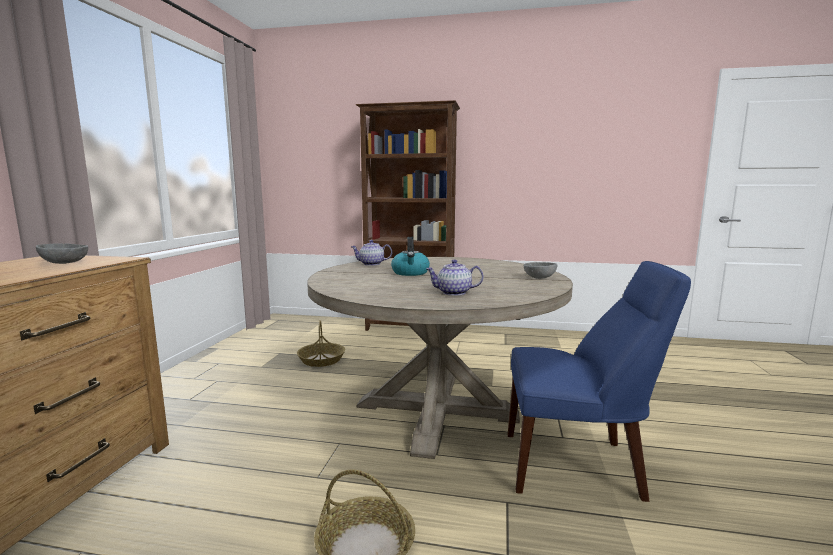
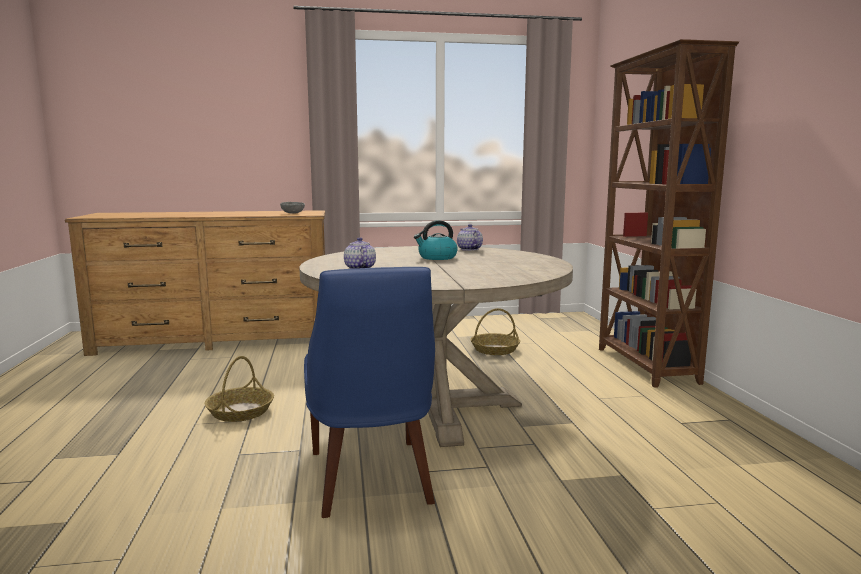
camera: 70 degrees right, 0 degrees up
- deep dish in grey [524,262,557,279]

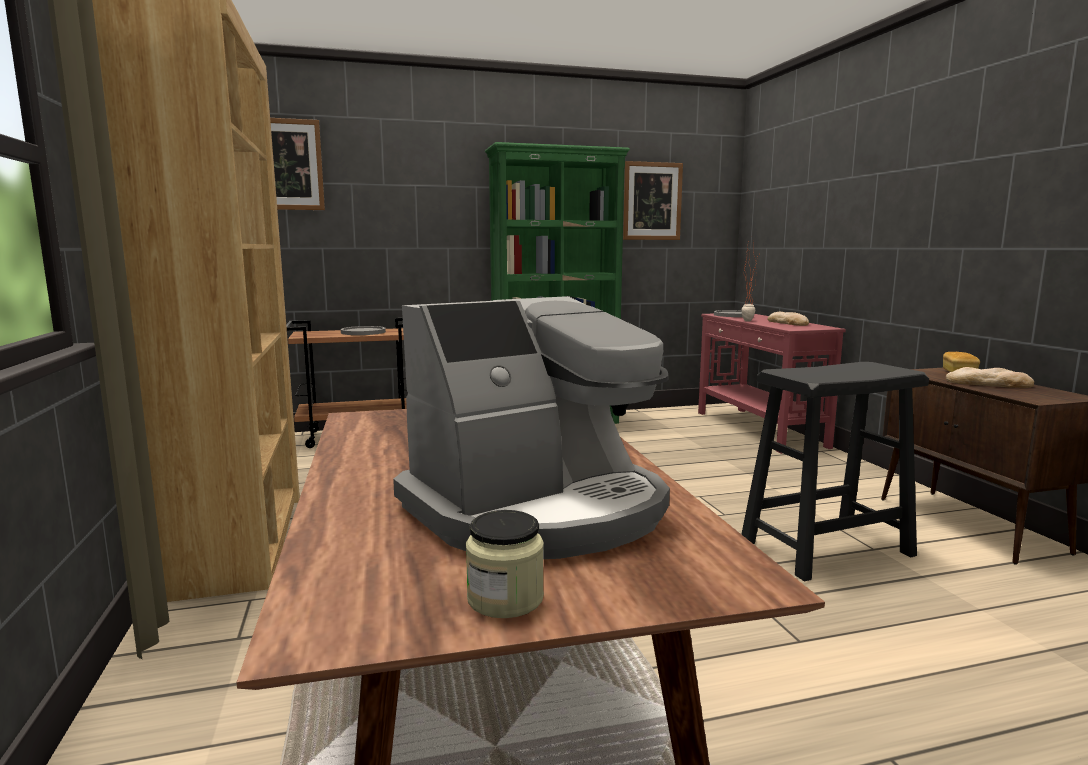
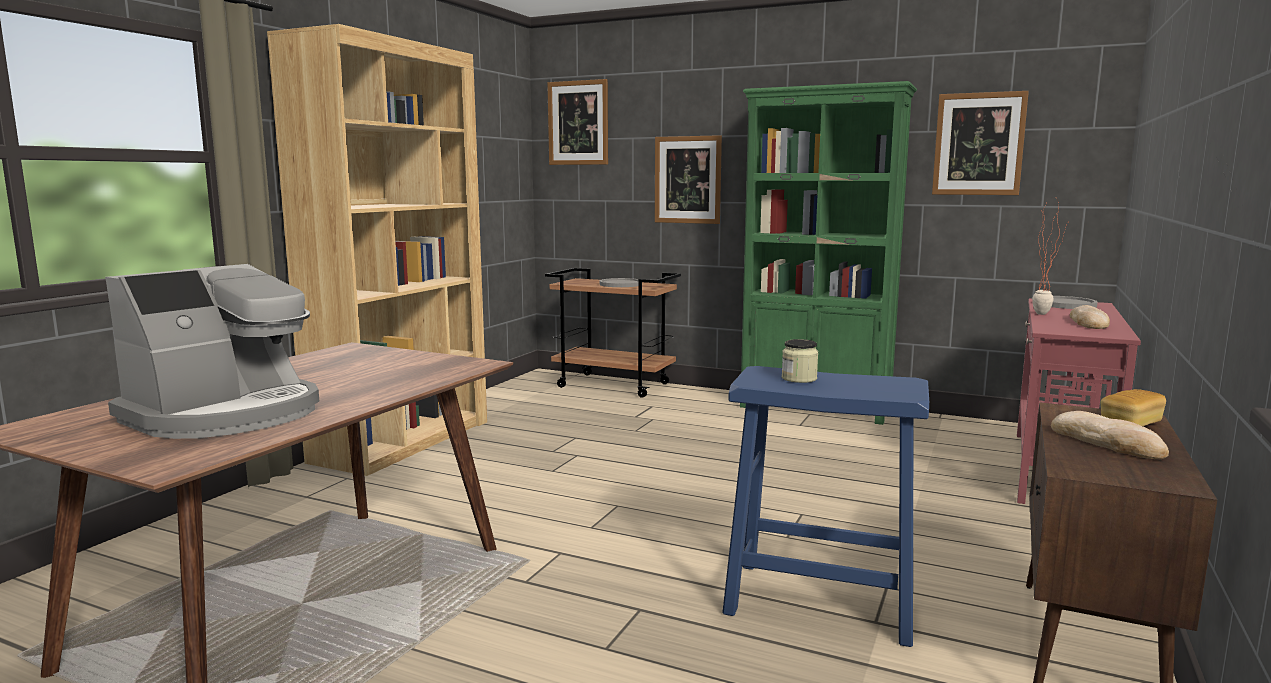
camera: 40 degrees right, 0 degrees up
~ coffee machine [393,296,670,559] = [105,264,319,439] 60 degrees counterclockwise
~ stool seat in black-coloured [741,362,929,581] to stool seat in blue-coloured [722,366,929,647]
~ preserve jar [466,510,544,618] to [782,339,818,383]
+ wall picture [655,135,722,224]

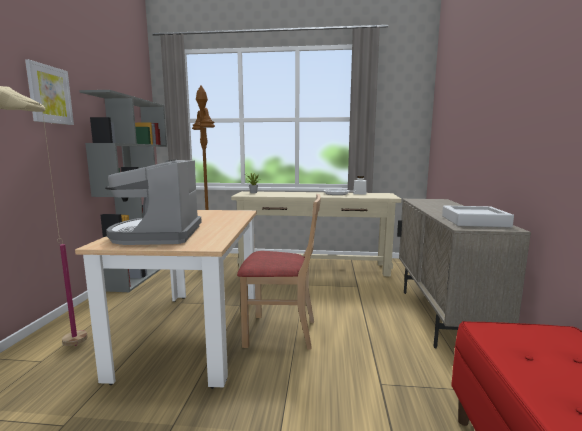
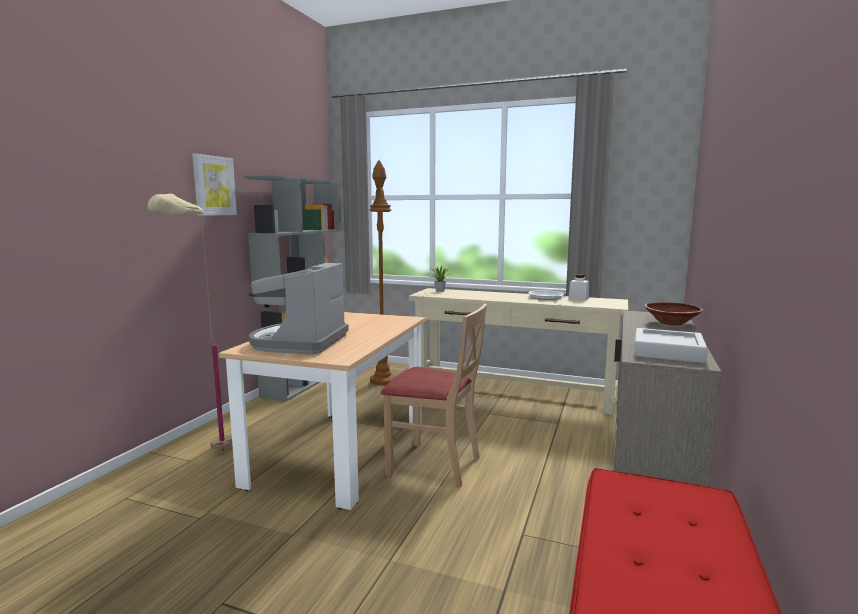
camera: 15 degrees right, 0 degrees up
+ deep dish in brown [644,302,703,326]

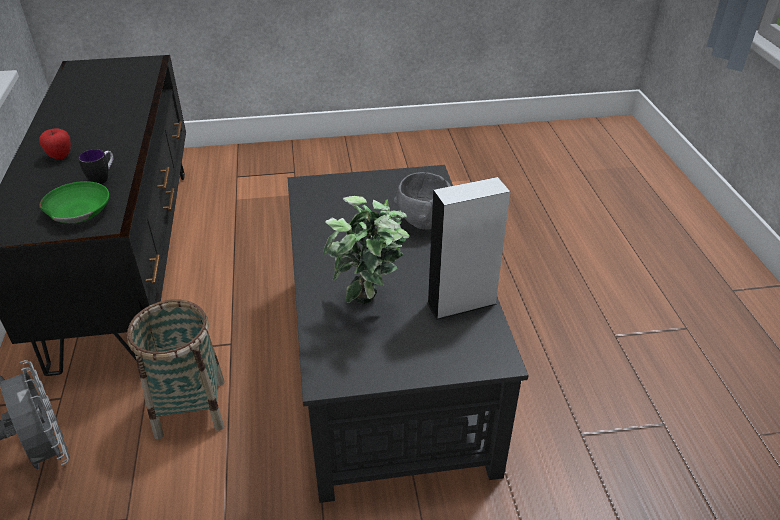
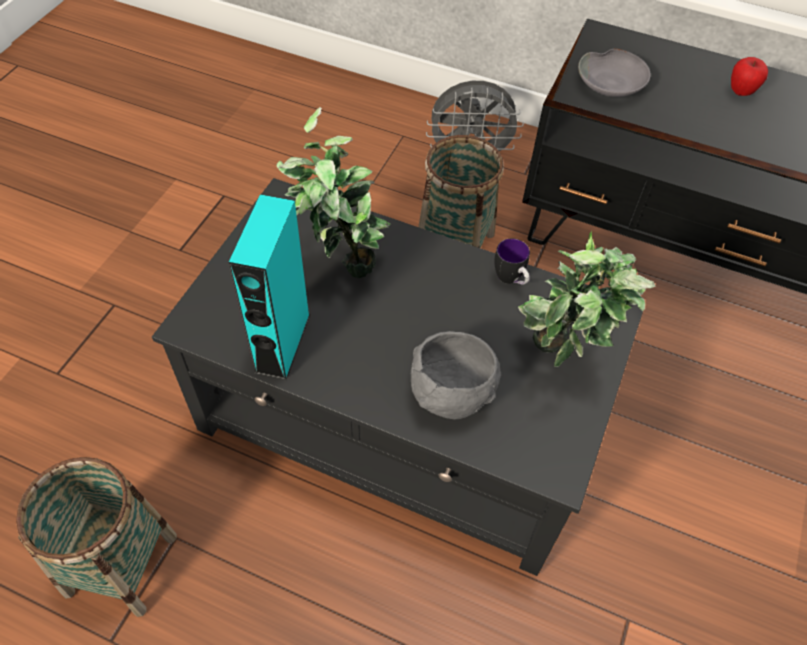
camera: 120 degrees right, 15 degrees up
~ coffee mug [78,149,114,184] to [494,238,530,285]
~ audio speaker in grey [427,177,510,320] to audio speaker in blue-green [229,194,310,380]
~ deep dish in green [39,181,109,223] to deep dish in grey [578,49,651,97]
+ plant in a pot [518,231,656,367]
+ basket [16,457,177,617]

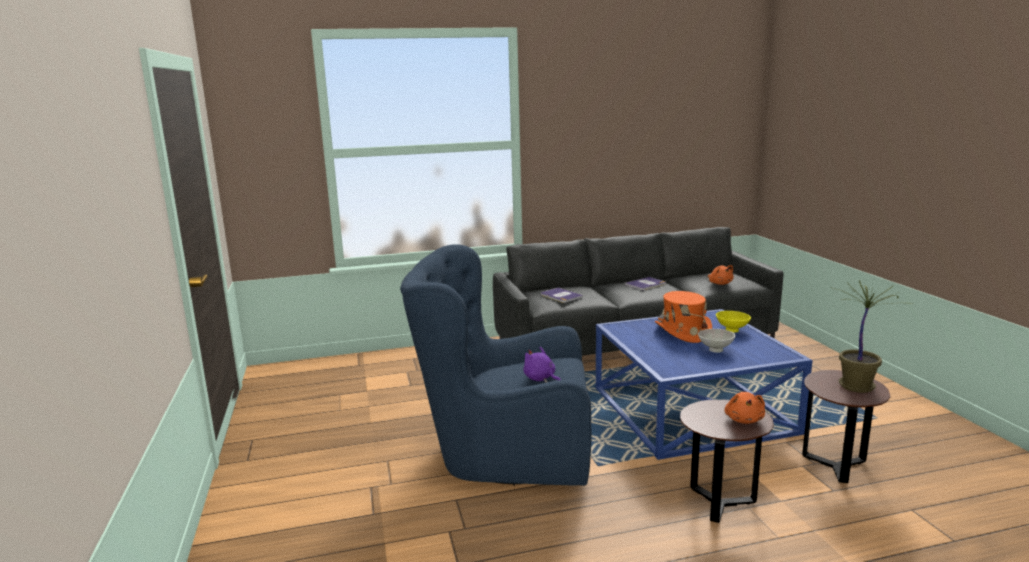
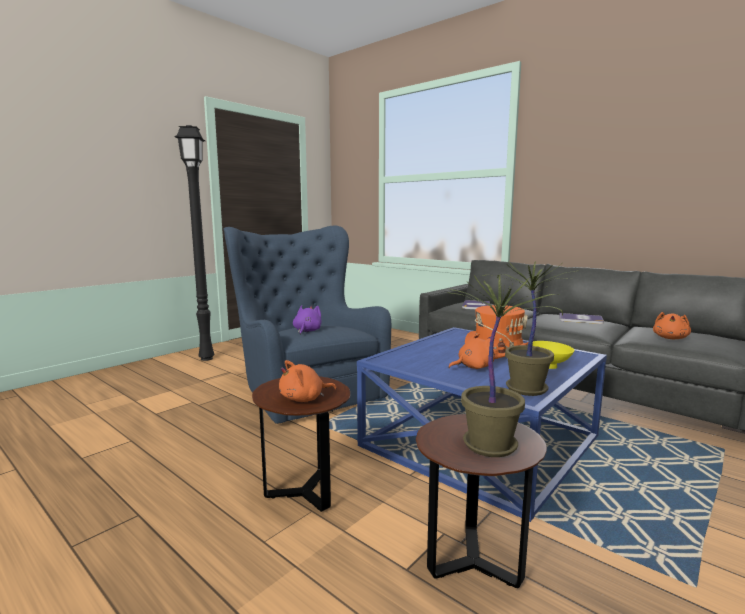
camera: 55 degrees right, 5 degrees down
~ deep dish in whitish [698,329,736,353] to cuddly toy in orange-coloured [448,333,495,369]
+ floor lamp in black-coloured [174,125,215,361]
+ plant in a pot [482,261,578,396]

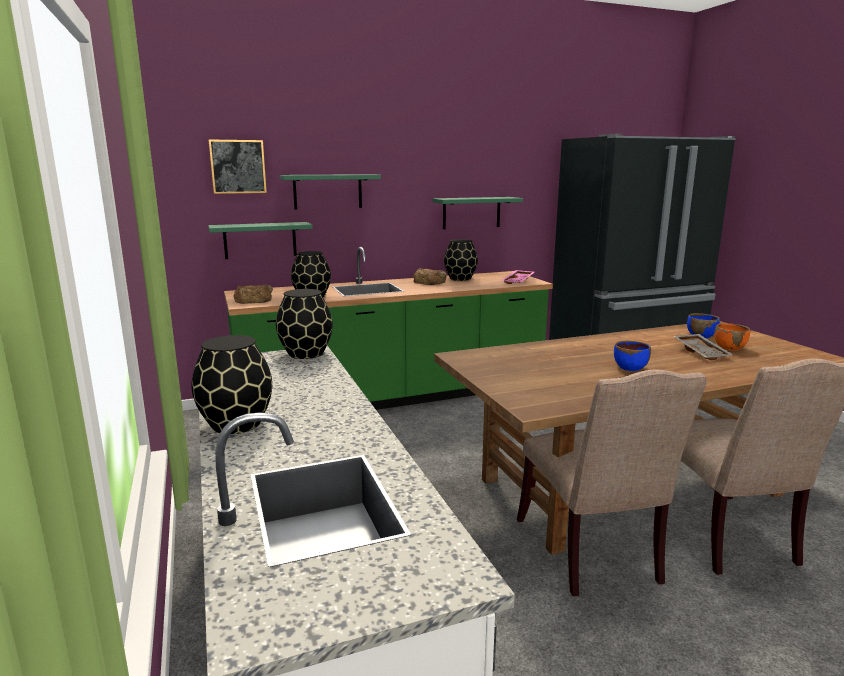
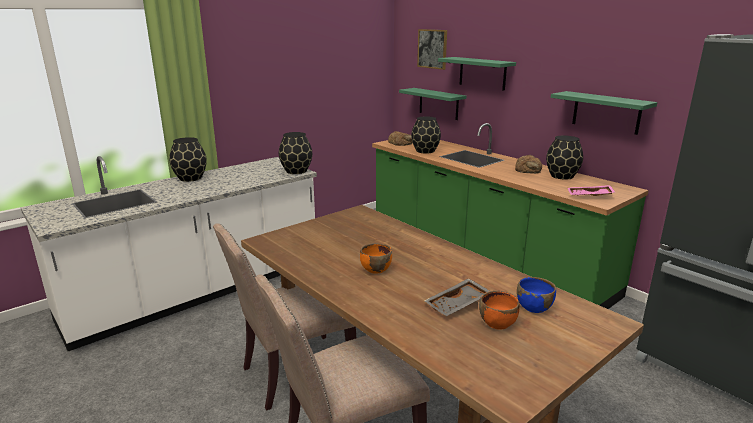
camera: 70 degrees right, 5 degrees up
~ deep dish in blue-coloured [614,340,651,371] to deep dish in orange-coloured [360,243,392,274]

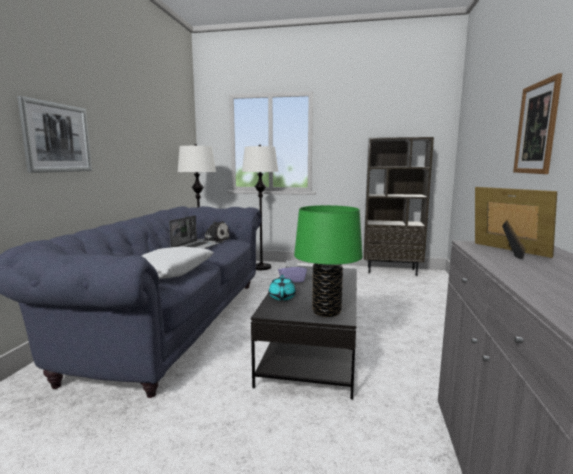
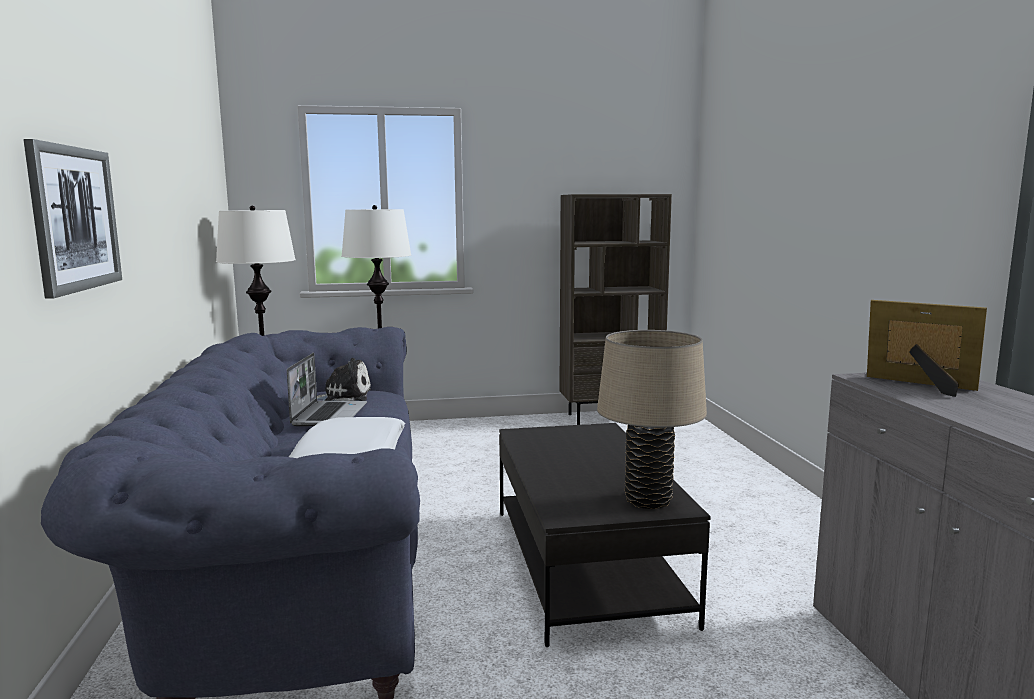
camera: 20 degrees left, 0 degrees up
- wall picture [513,73,562,174]
~ tabletop lamp in green [294,205,363,317] to tabletop lamp in beige [597,330,707,509]
- tissue box in purple [278,260,307,283]
- teapot in blue-green [268,274,296,300]

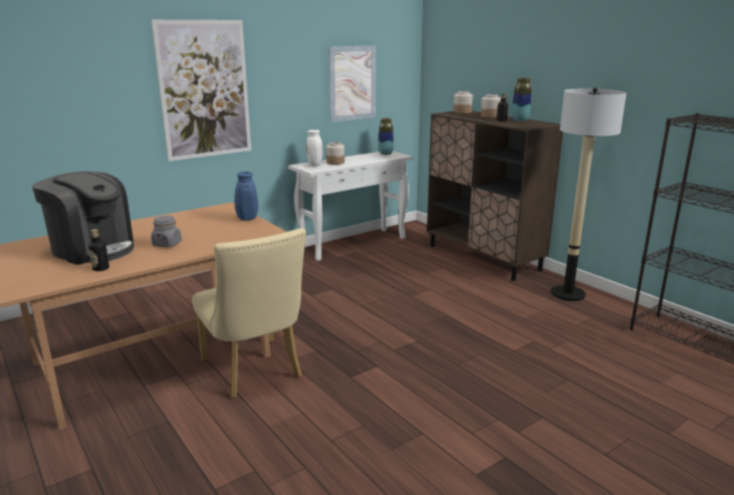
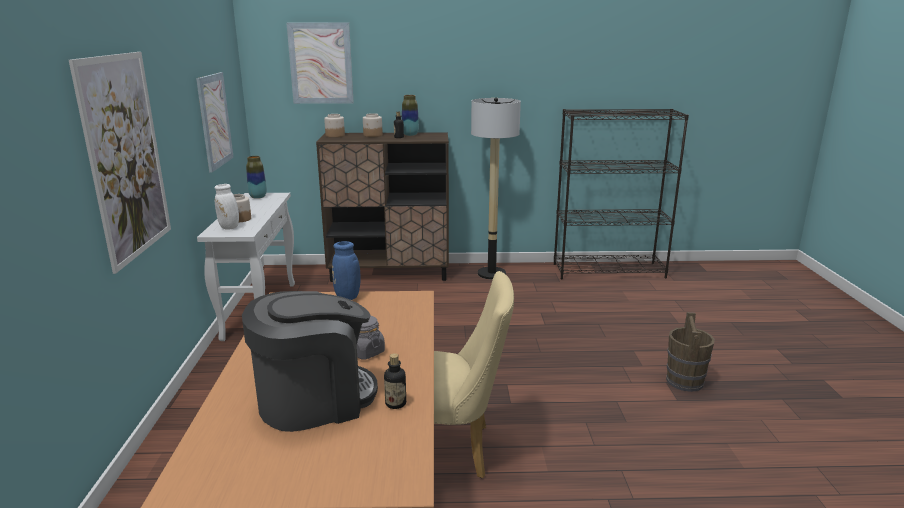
camera: 55 degrees left, 0 degrees up
+ wall picture [286,23,354,104]
+ bucket in brown [666,312,715,392]

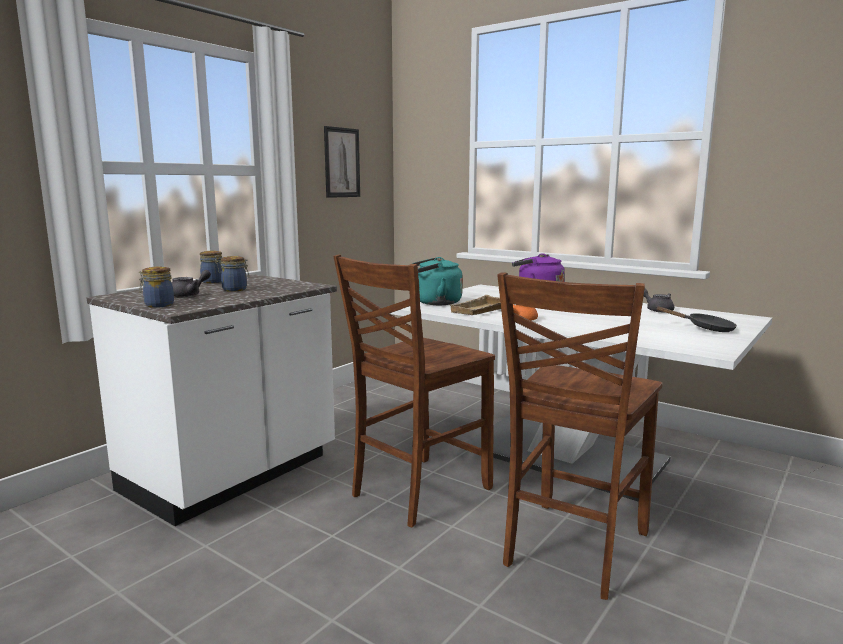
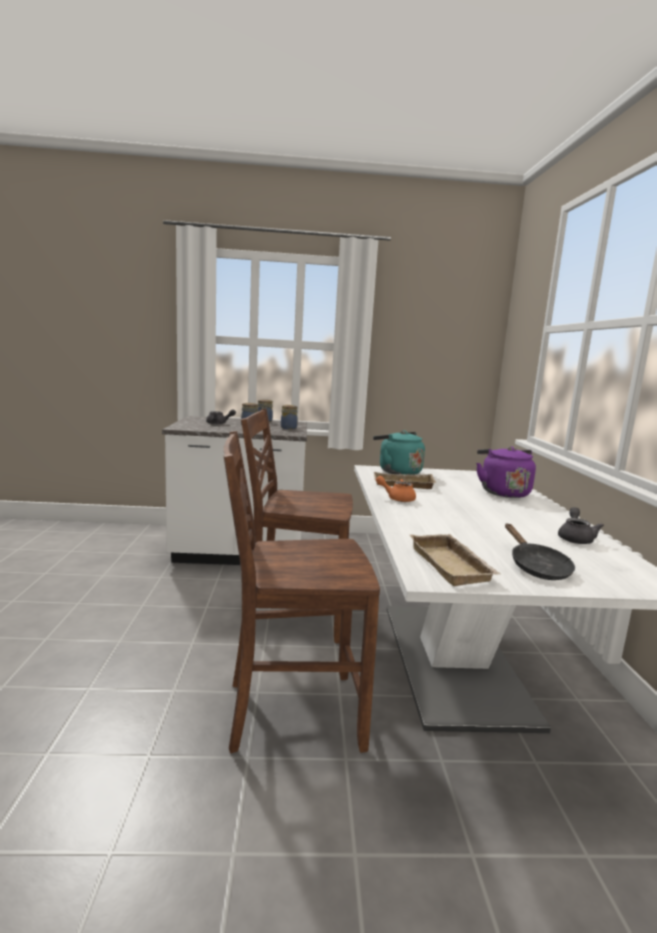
camera: 50 degrees right, 0 degrees up
- wall picture [324,126,360,198]
~ preserve jar [139,267,174,308] to [281,405,298,429]
+ tray in beige [410,534,500,586]

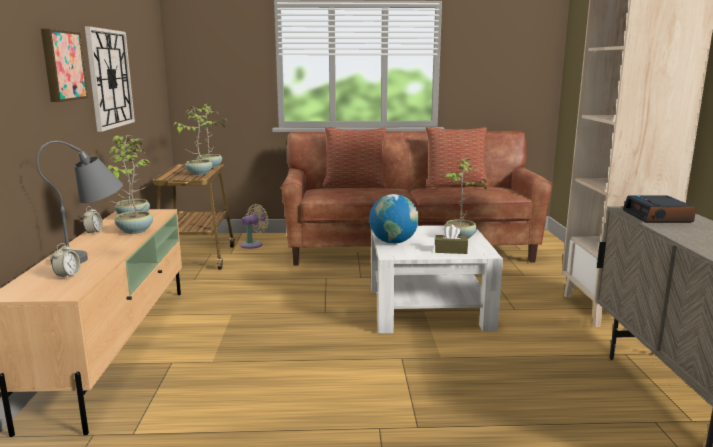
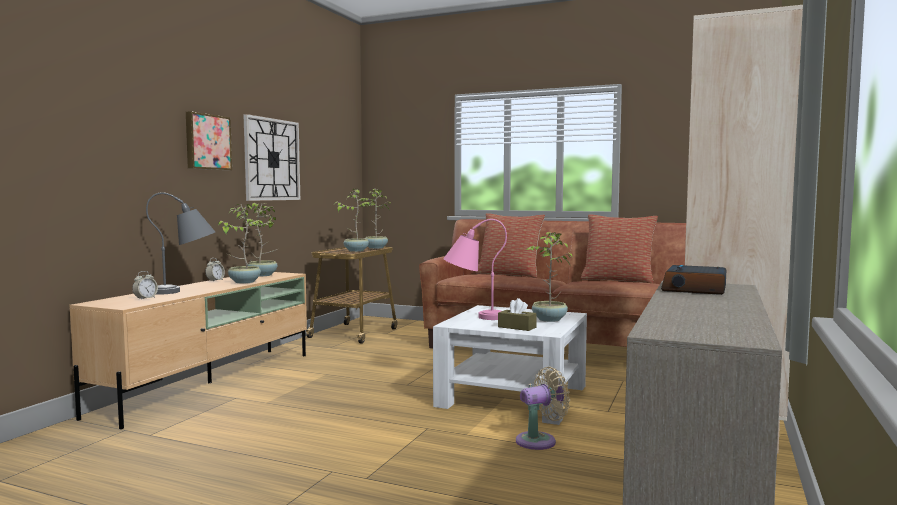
camera: 25 degrees right, 10 degrees down
~ world globe [369,194,419,244] to tabletop lamp in pink [443,219,507,320]
~ electric fan in beige [240,204,269,249] to [516,366,570,450]

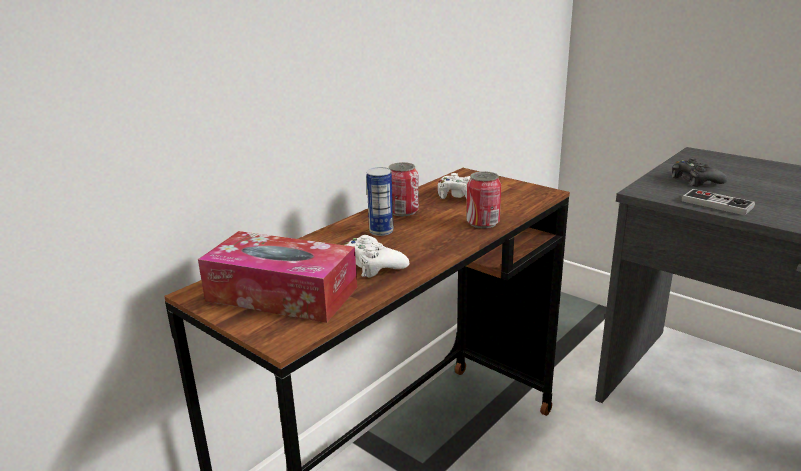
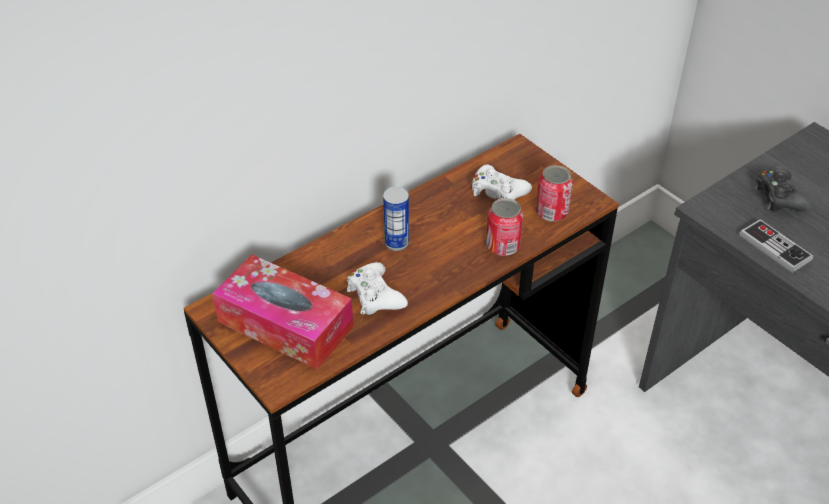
camera: 10 degrees right, 20 degrees up
~ metal can [389,162,419,216] to [536,165,573,222]

